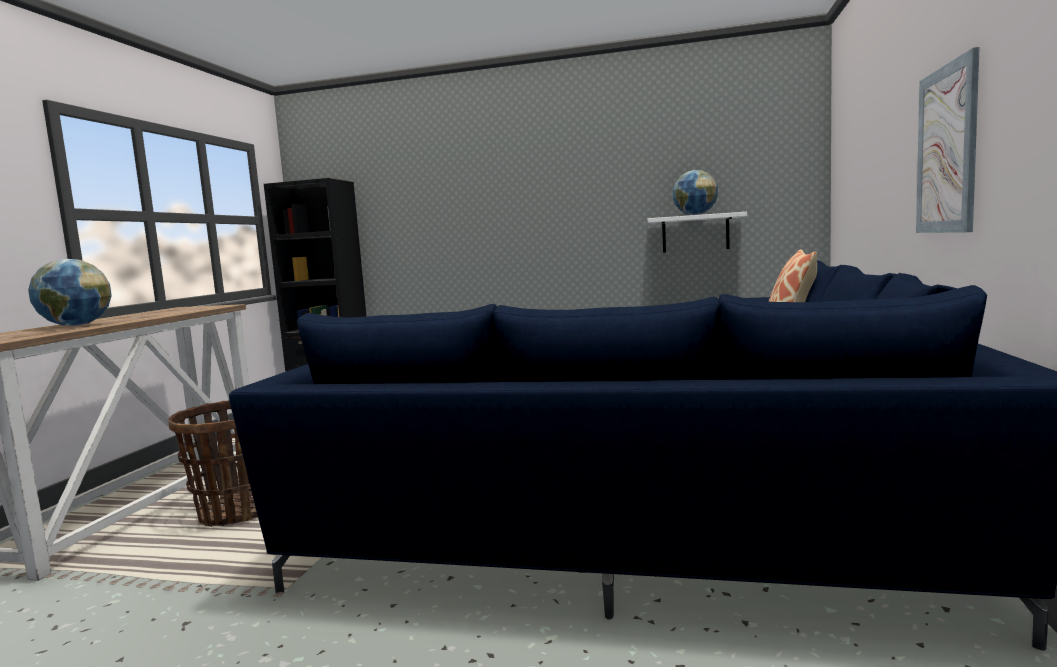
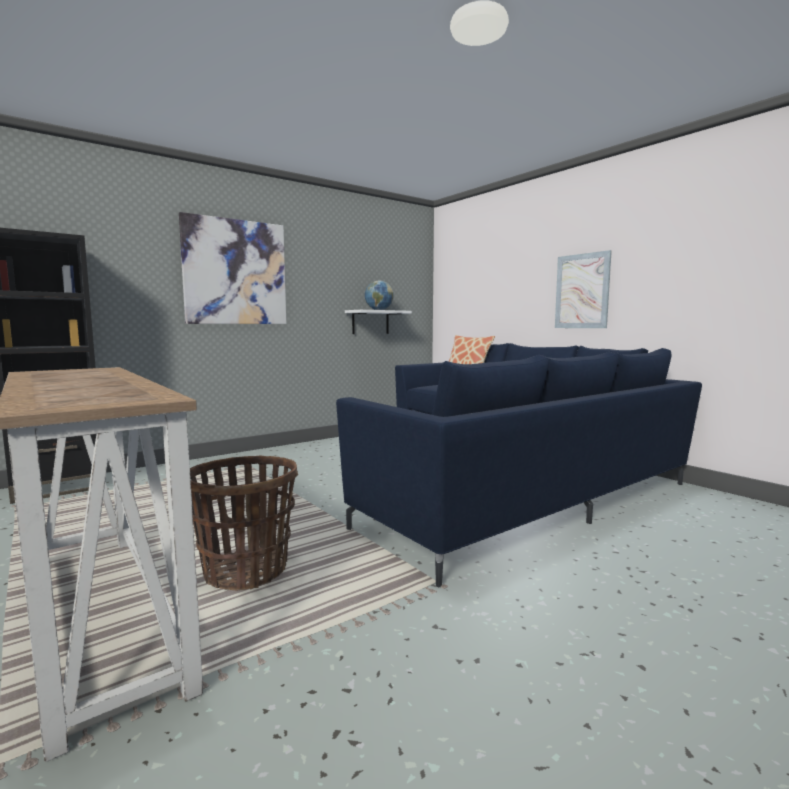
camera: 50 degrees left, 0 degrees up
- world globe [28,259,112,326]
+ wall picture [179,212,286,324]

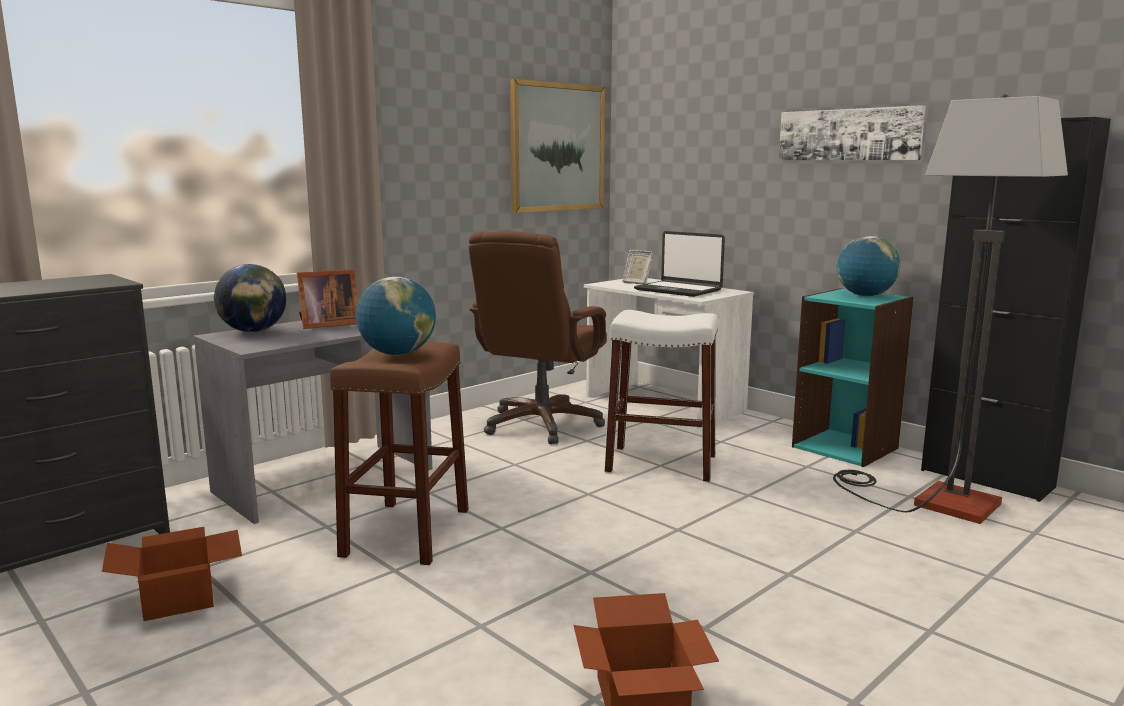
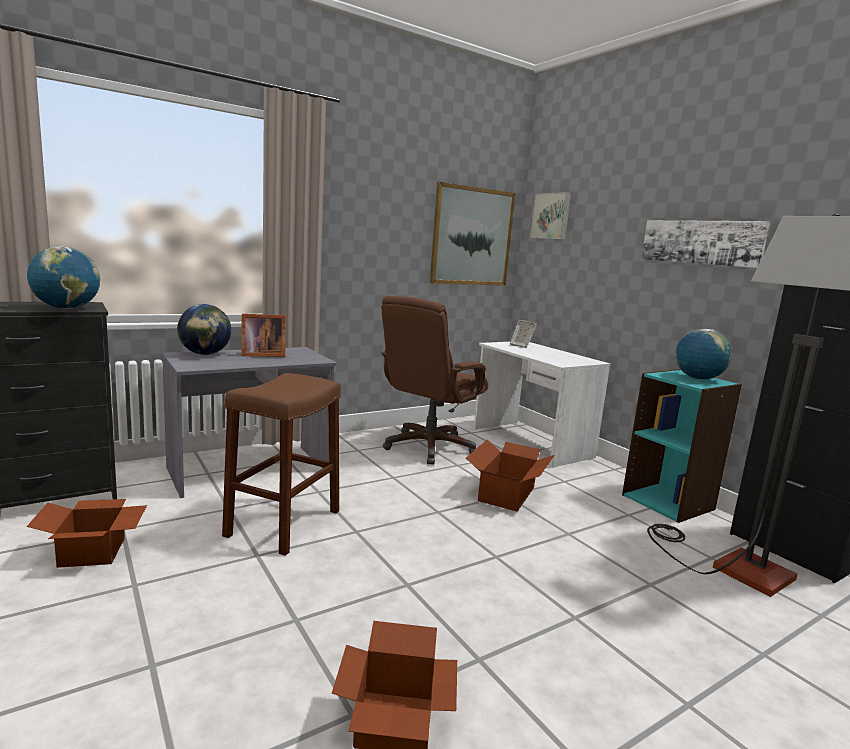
camera: 10 degrees right, 0 degrees up
- notebook computer [634,231,725,297]
~ world globe [356,276,436,356] to [27,246,100,309]
~ stool seat in whitish [605,310,718,482] to carton [466,440,555,512]
+ wall picture [530,192,571,240]

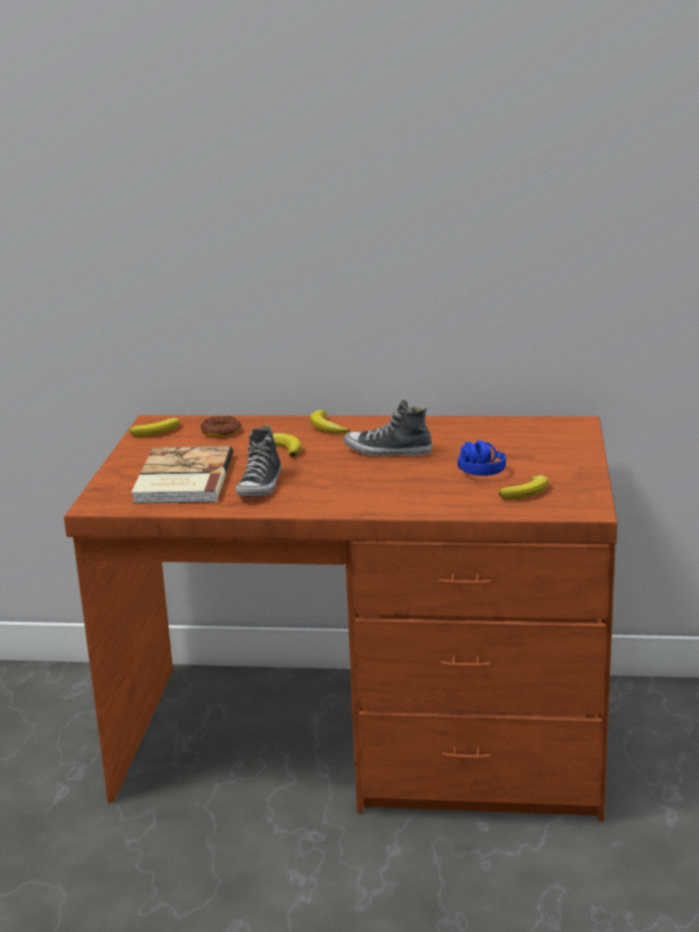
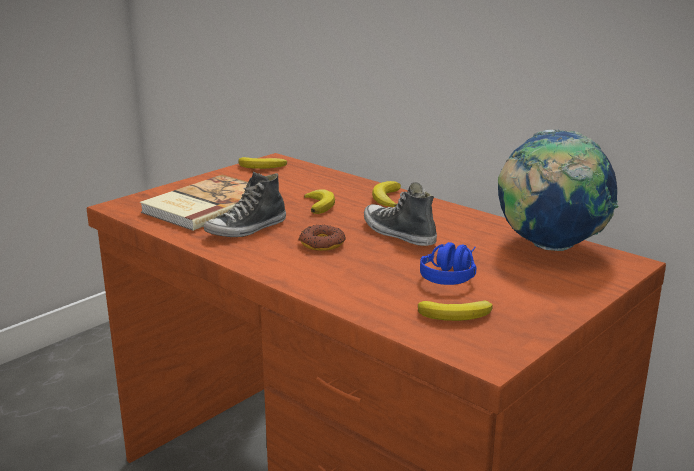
camera: 35 degrees right, 0 degrees up
~ doughnut [201,416,241,437] to [298,225,346,251]
+ world globe [498,129,618,251]

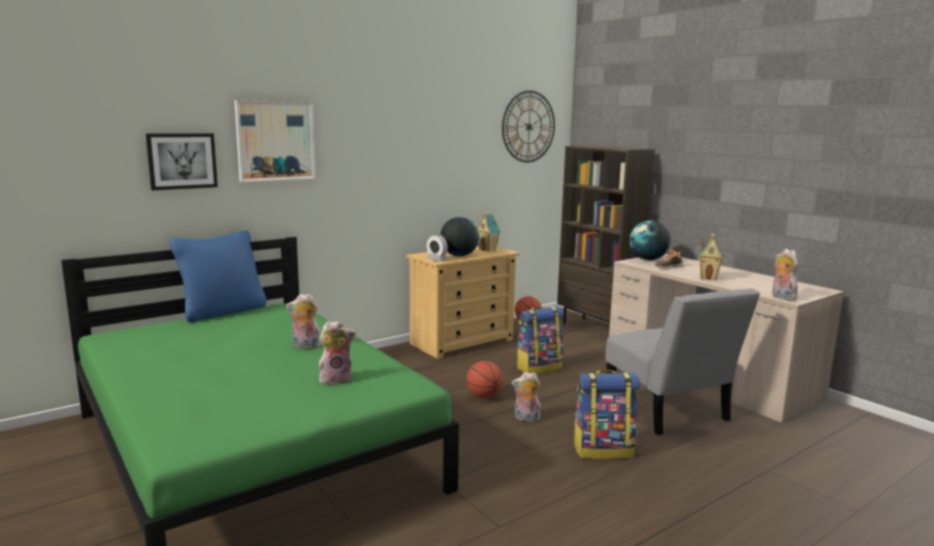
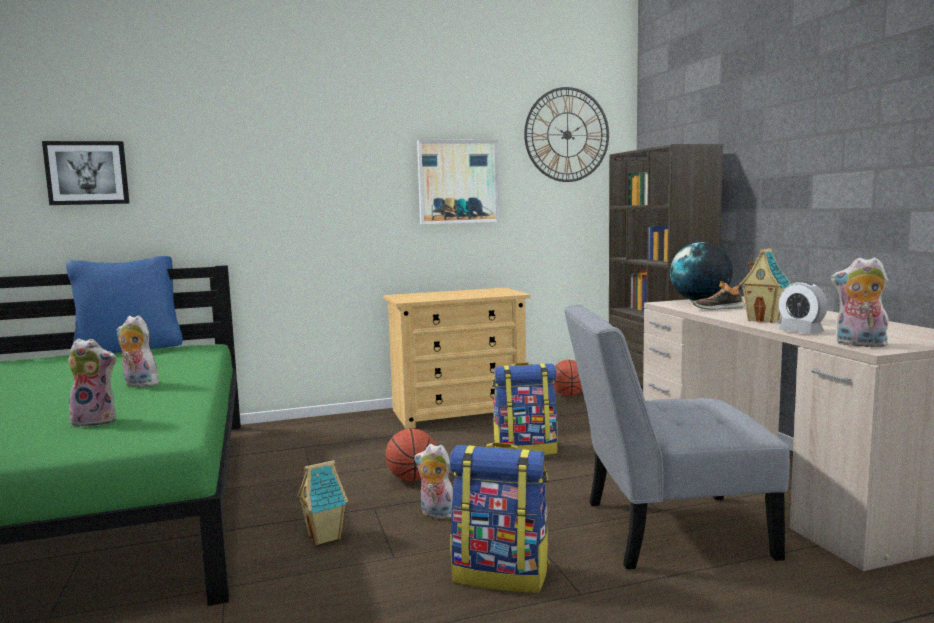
camera: 20 degrees right, 5 degrees down
~ wall picture [234,100,316,182] to [417,140,499,225]
~ model house [477,212,501,252] to [297,460,348,545]
- world globe [440,217,479,256]
~ bedside clock [427,234,448,261] to [778,282,827,334]
~ cuddly toy [772,249,798,301] = [831,257,889,347] 60 degrees counterclockwise
~ plain chair in grey [605,288,760,435] = [564,305,790,569] 90 degrees clockwise

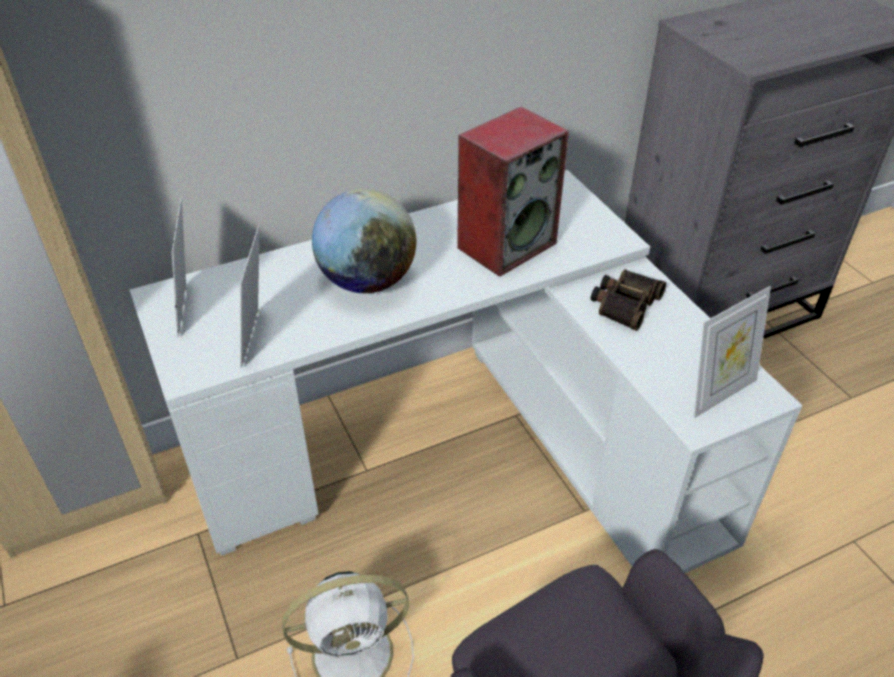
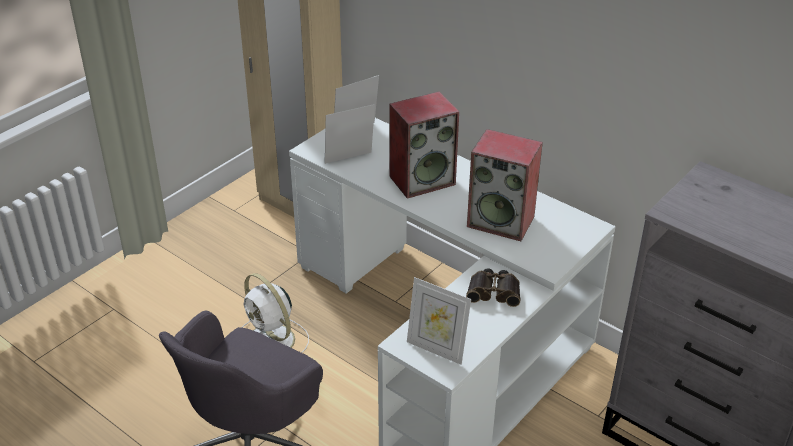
camera: 65 degrees right, 5 degrees down
~ world globe [312,189,416,293] to audio speaker [389,91,459,199]

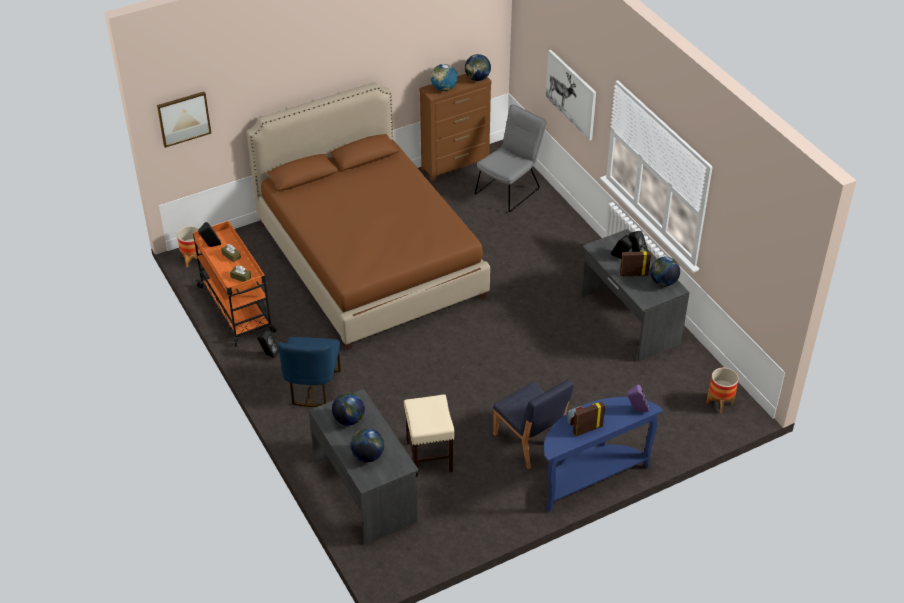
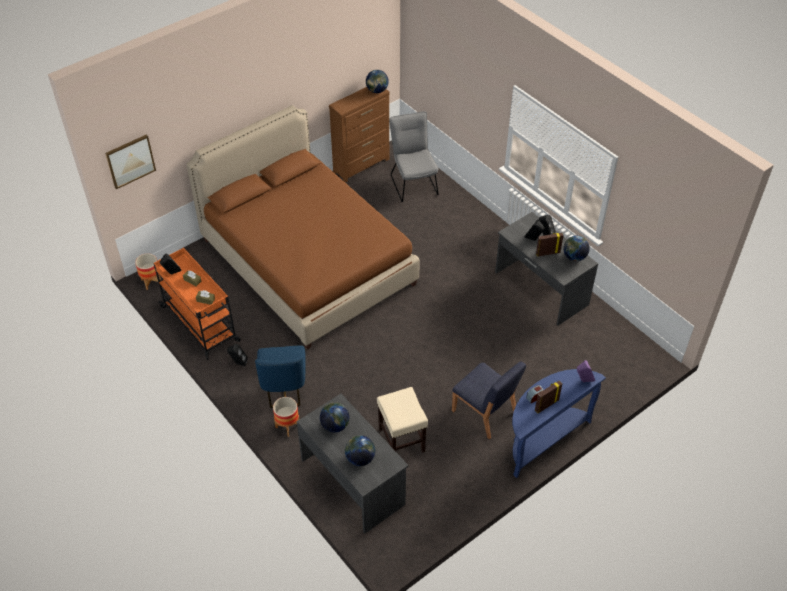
camera: 10 degrees left, 5 degrees up
- wall picture [546,50,596,140]
- world globe [431,64,458,91]
~ plain chair in grey [475,105,546,212] = [389,111,439,202] 45 degrees counterclockwise
~ planter [706,368,739,413] to [273,397,300,437]

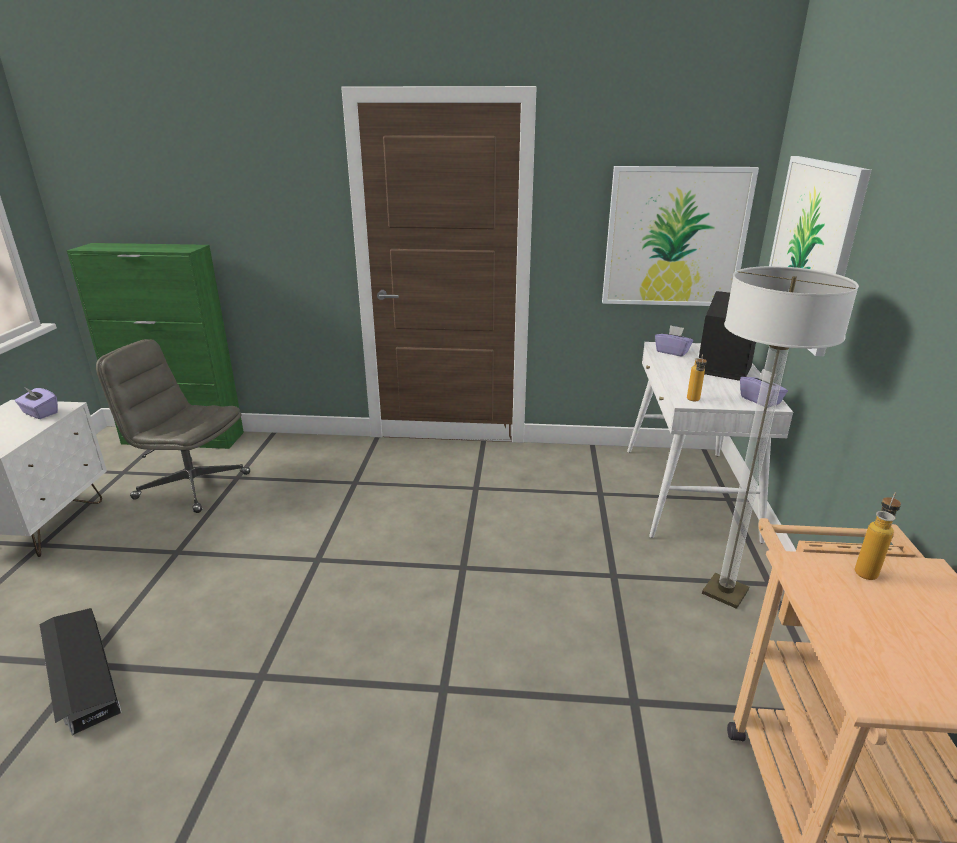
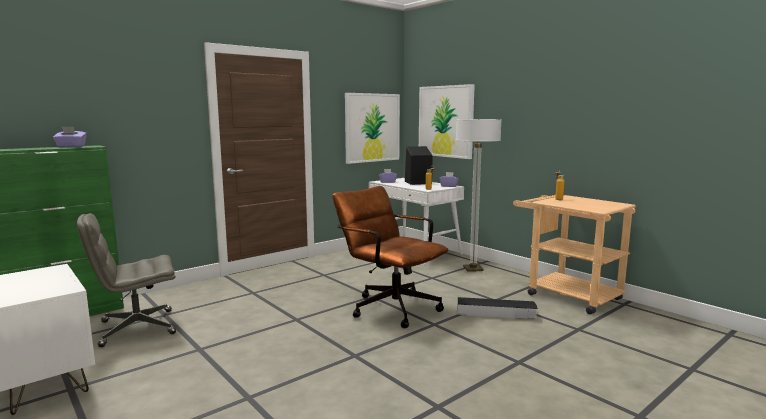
camera: 45 degrees left, 15 degrees down
~ tissue box in purple [15,388,58,419] to [53,127,87,147]
~ storage bin in black-coloured [39,608,122,735] to [457,297,538,319]
+ office chair in brown [332,186,448,328]

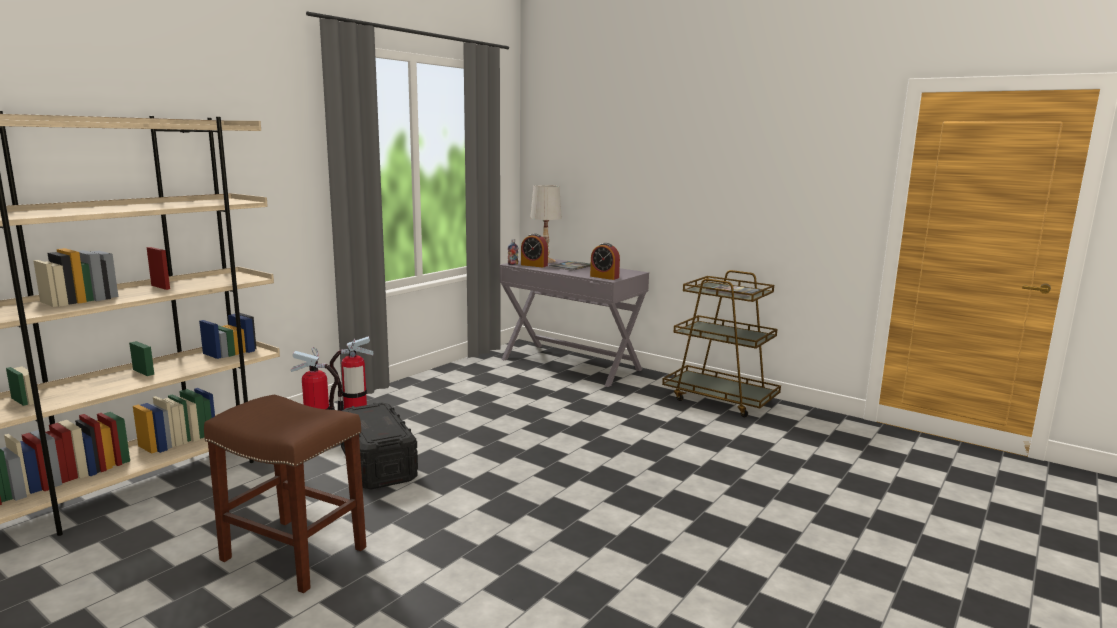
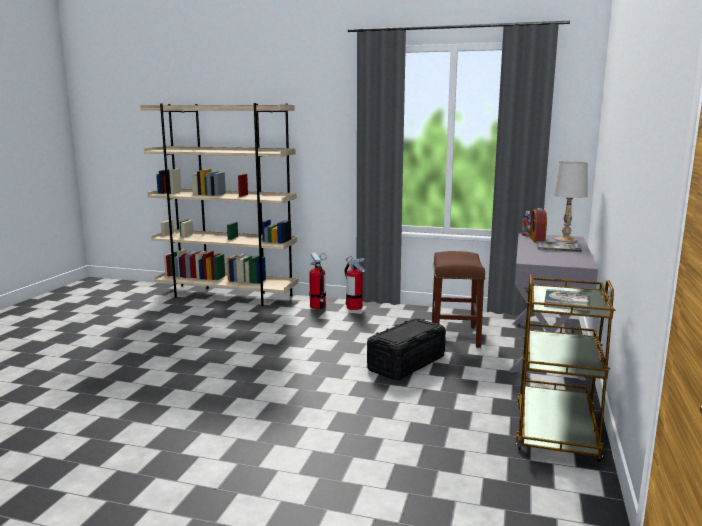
camera: 70 degrees right, 0 degrees up
- bedside clock [590,243,620,280]
~ stool seat in brown [204,395,366,593] to [432,251,486,348]
~ storage bin in black-coloured [341,402,418,489] to [367,318,446,380]

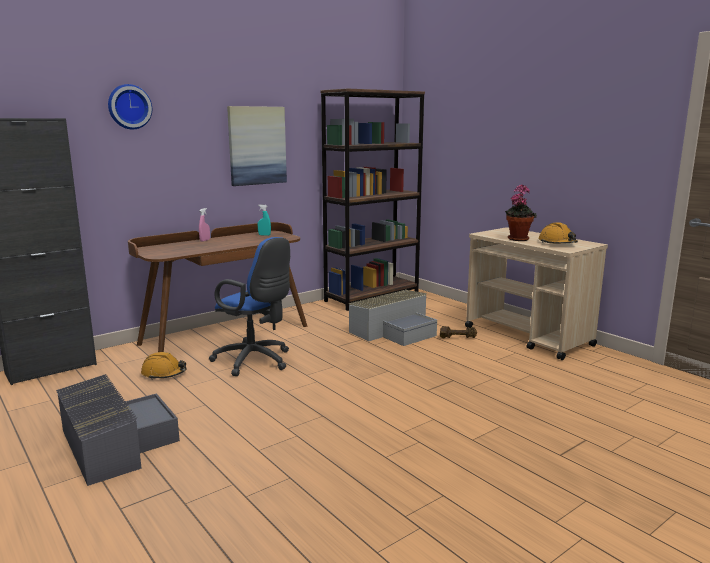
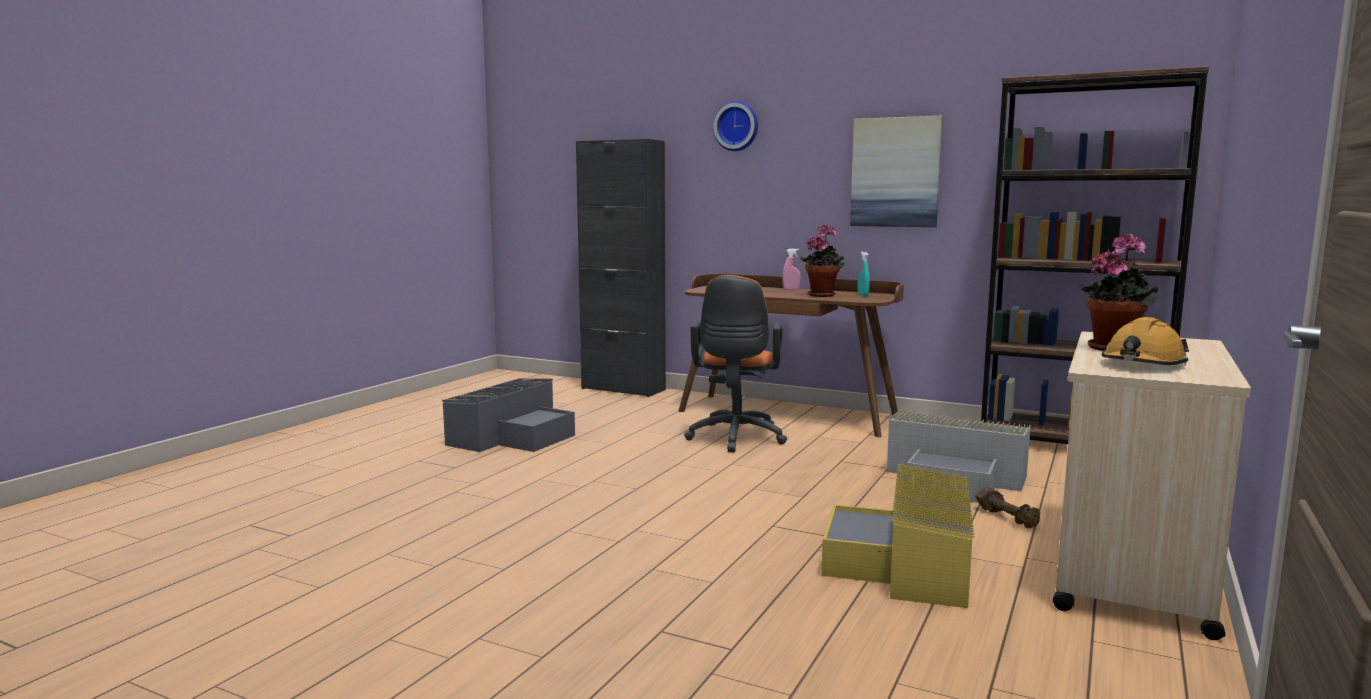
camera: 65 degrees right, 5 degrees down
~ office chair in blue-coloured [209,237,290,376] to office chair in orange-coloured [684,275,787,452]
- safety helmet in orange-coloured [141,352,187,380]
+ plant in a pot [800,224,845,297]
+ storage bin in yellow [821,464,975,608]

